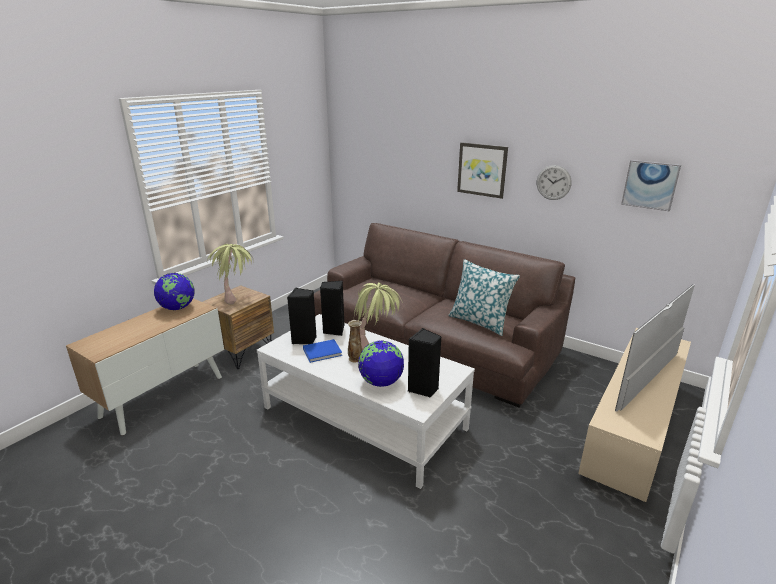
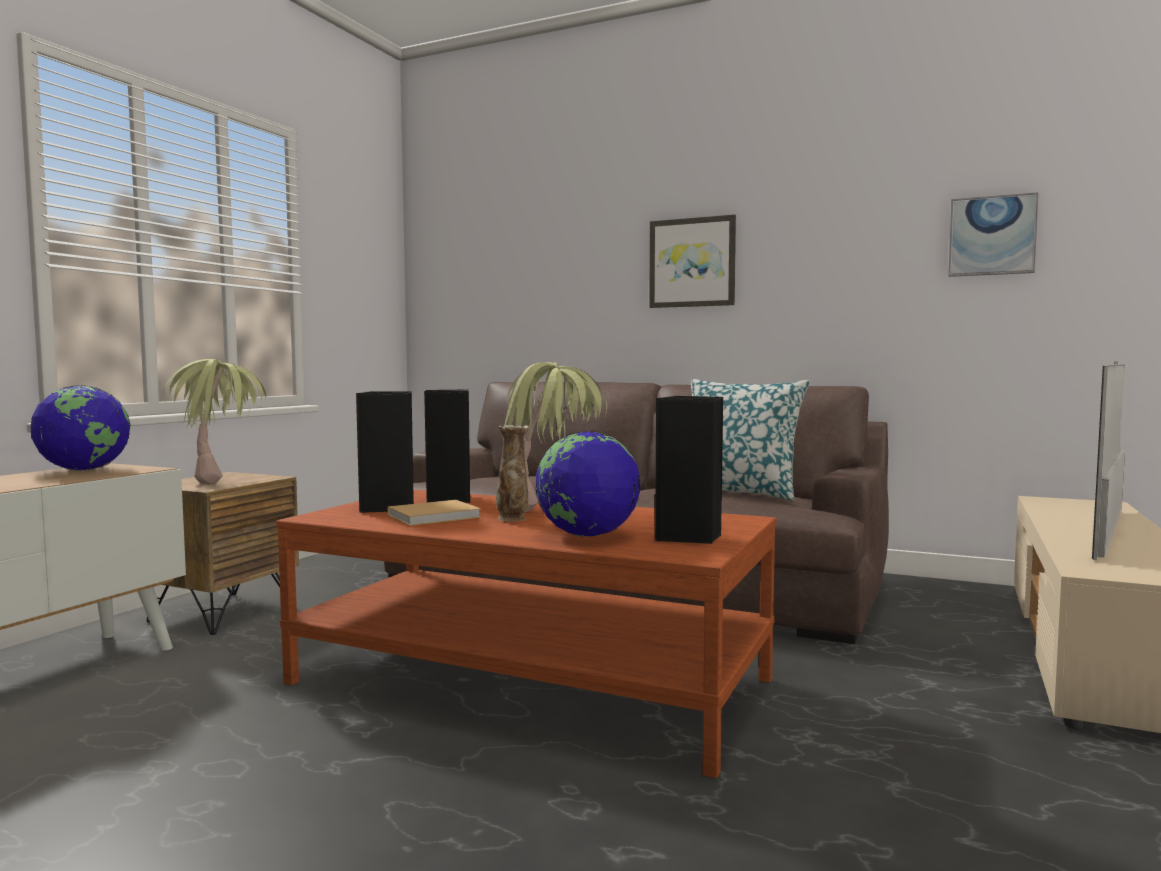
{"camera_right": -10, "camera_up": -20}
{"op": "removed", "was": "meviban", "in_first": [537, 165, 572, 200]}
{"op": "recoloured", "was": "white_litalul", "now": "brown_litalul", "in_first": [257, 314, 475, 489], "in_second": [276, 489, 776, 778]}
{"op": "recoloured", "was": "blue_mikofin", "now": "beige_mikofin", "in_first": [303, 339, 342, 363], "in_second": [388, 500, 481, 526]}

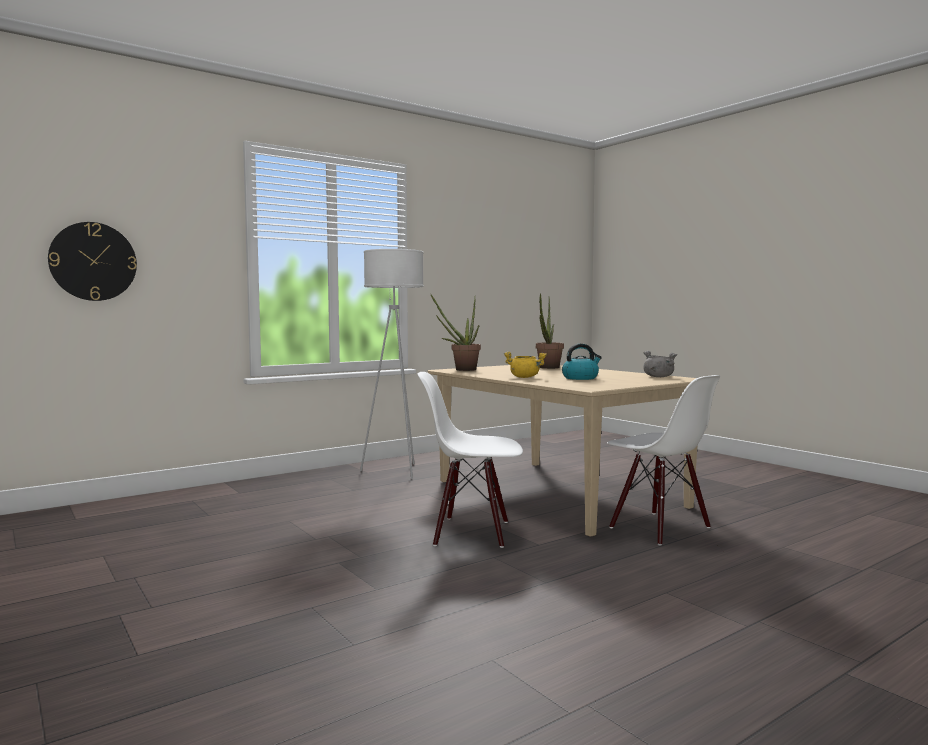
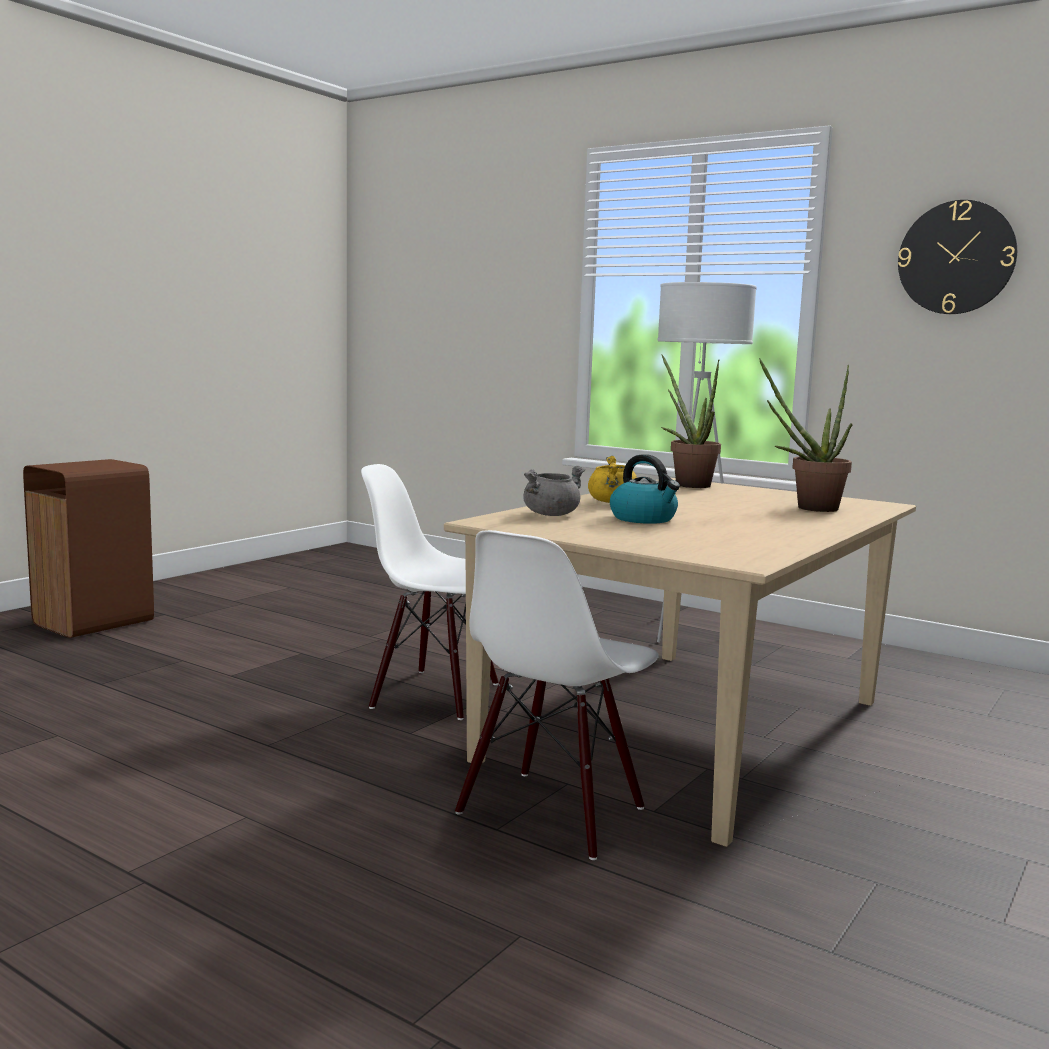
{"camera_right": 70, "camera_up": 5}
{"op": "moved", "was": "meviban", "in_first": [48, 222, 137, 301], "in_second": [898, 200, 1017, 314]}
{"op": "moved", "was": "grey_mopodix", "in_first": [643, 351, 678, 377], "in_second": [523, 466, 585, 516]}
{"op": "turned", "was": "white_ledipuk", "in_first": [417, 372, 523, 548], "in_second": [361, 464, 499, 720], "clockwise": -60}
{"op": "added", "now": "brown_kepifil", "in_second": [23, 459, 154, 638]}

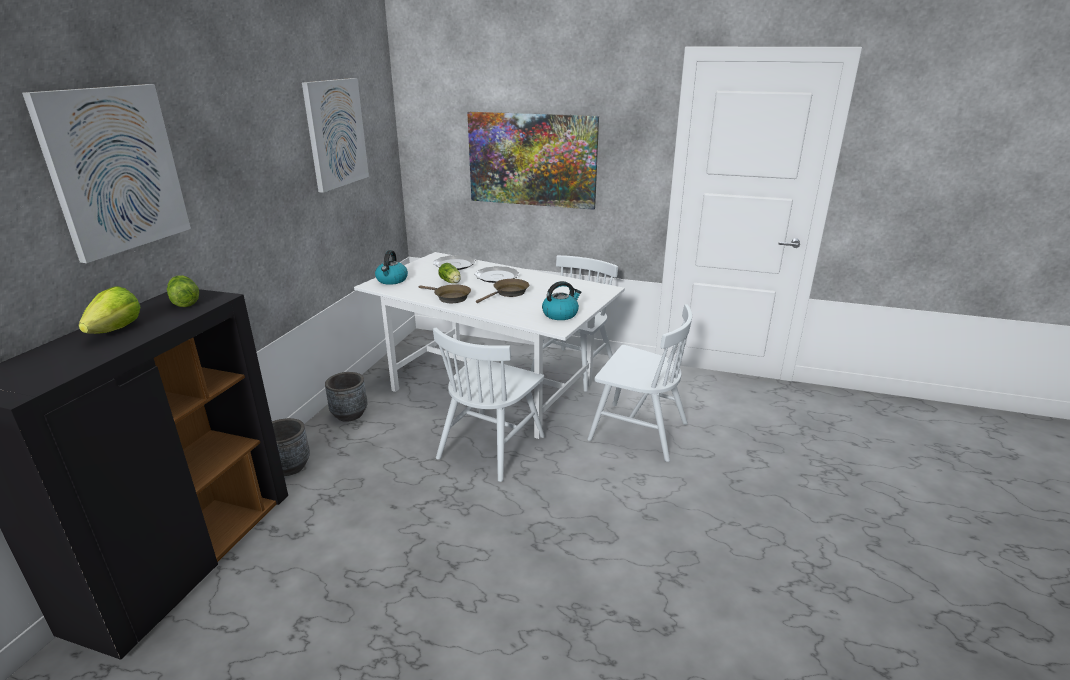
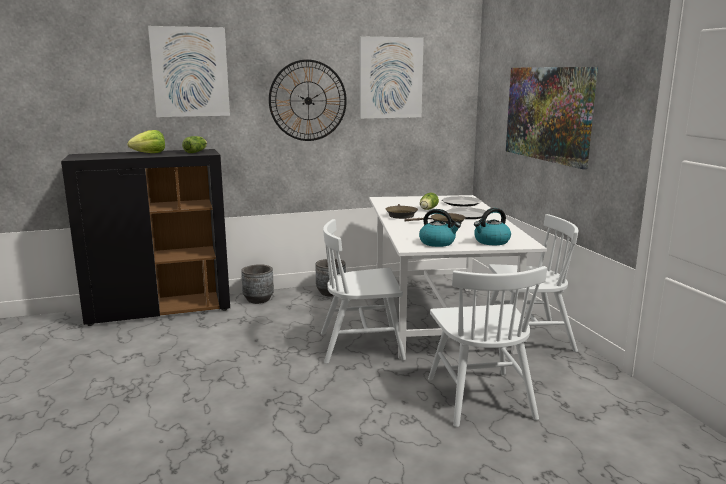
{"camera_right": 55, "camera_up": -10}
{"op": "moved", "was": "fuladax", "in_first": [375, 250, 408, 285], "in_second": [474, 208, 511, 245]}
{"op": "added", "now": "meviban", "in_second": [269, 59, 347, 141]}

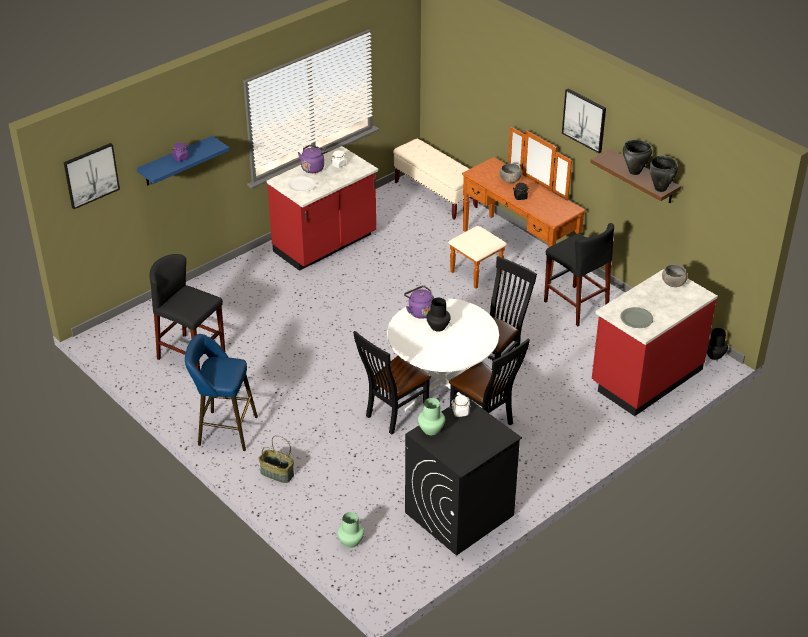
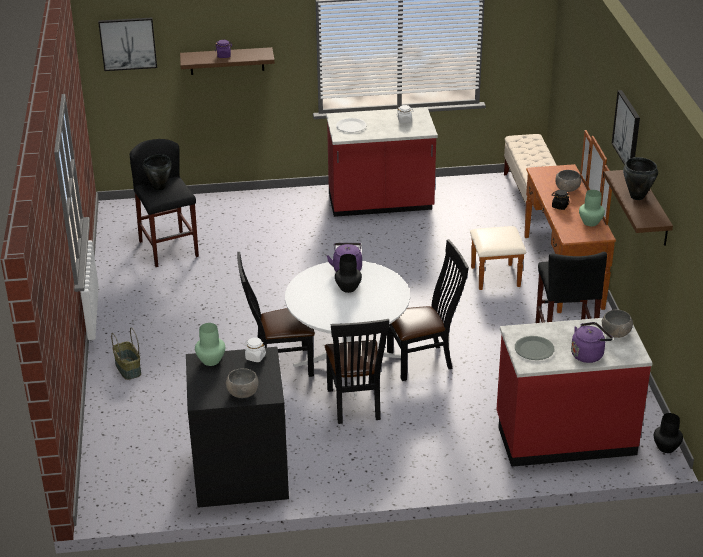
{"camera_right": 35, "camera_up": -5}
{"op": "recoloured", "was": "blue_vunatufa", "now": "brown_vunatufa", "in_first": [137, 136, 230, 186], "in_second": [180, 47, 275, 75]}
{"op": "moved", "was": "purple_fuladax", "in_first": [298, 145, 328, 173], "in_second": [571, 322, 613, 363]}
{"op": "moved", "was": "black_mopodix", "in_first": [649, 156, 678, 192], "in_second": [143, 154, 172, 191]}
{"op": "removed", "was": "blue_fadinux", "in_first": [185, 334, 258, 451]}
{"op": "moved", "was": "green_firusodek", "in_first": [338, 512, 364, 548], "in_second": [579, 190, 605, 226]}
{"op": "added", "now": "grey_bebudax", "in_second": [226, 368, 259, 398]}

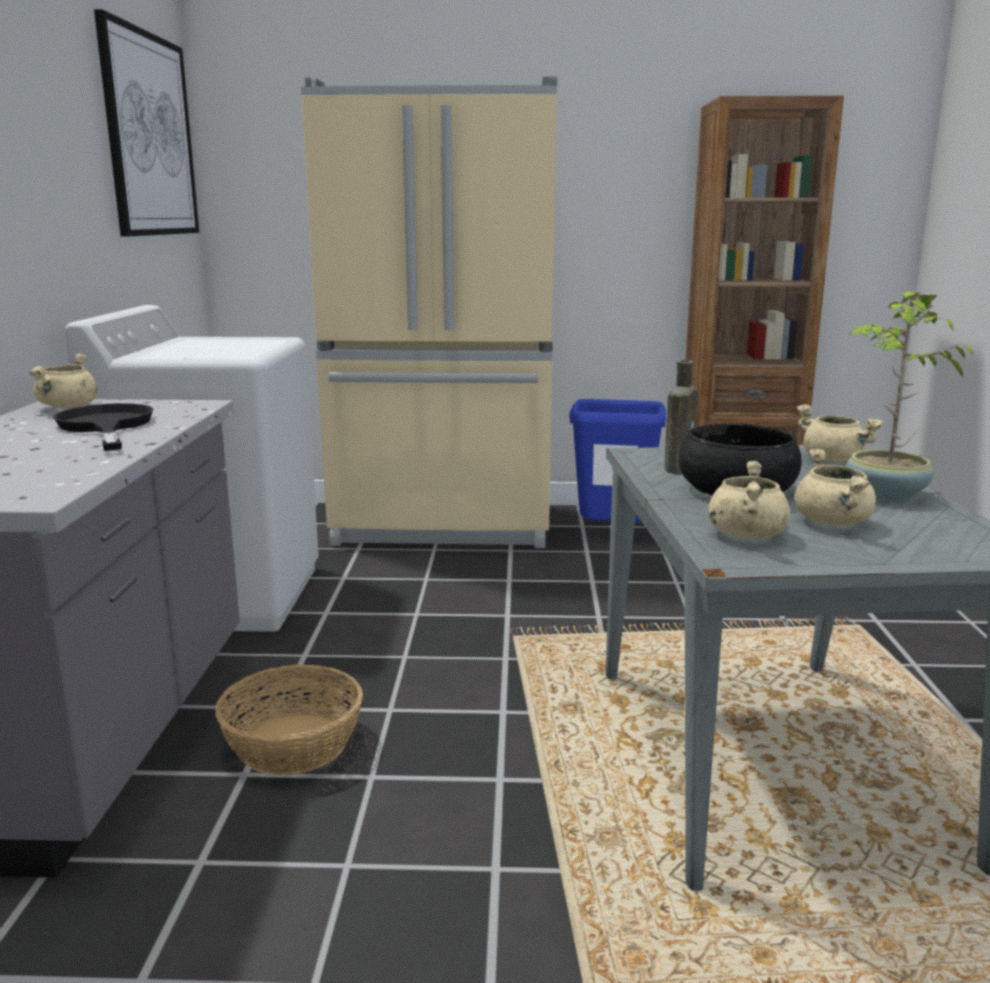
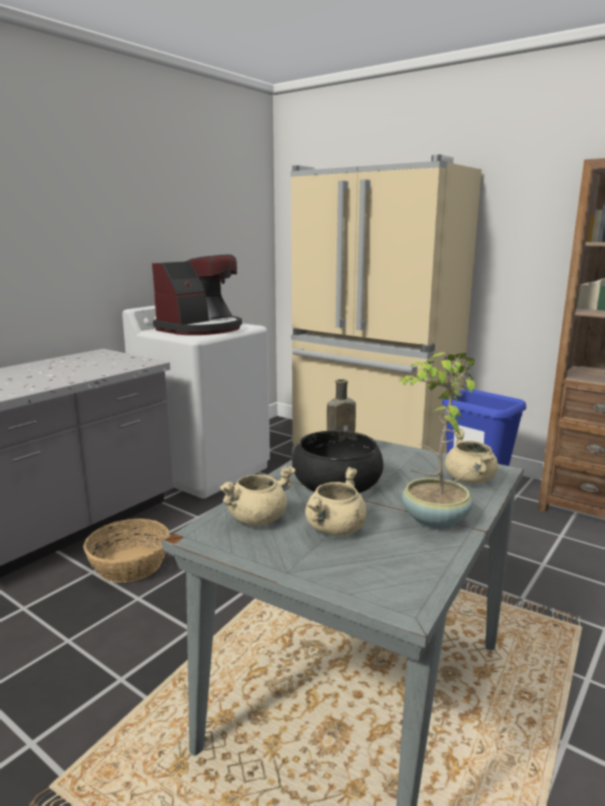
{"camera_right": 35, "camera_up": 0}
{"op": "removed", "was": "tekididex", "in_first": [94, 9, 199, 236]}
{"op": "removed", "was": "beige_mopodix", "in_first": [29, 353, 97, 409]}
{"op": "removed", "was": "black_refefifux", "in_first": [53, 403, 154, 451]}
{"op": "added", "now": "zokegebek", "in_second": [152, 255, 242, 335]}

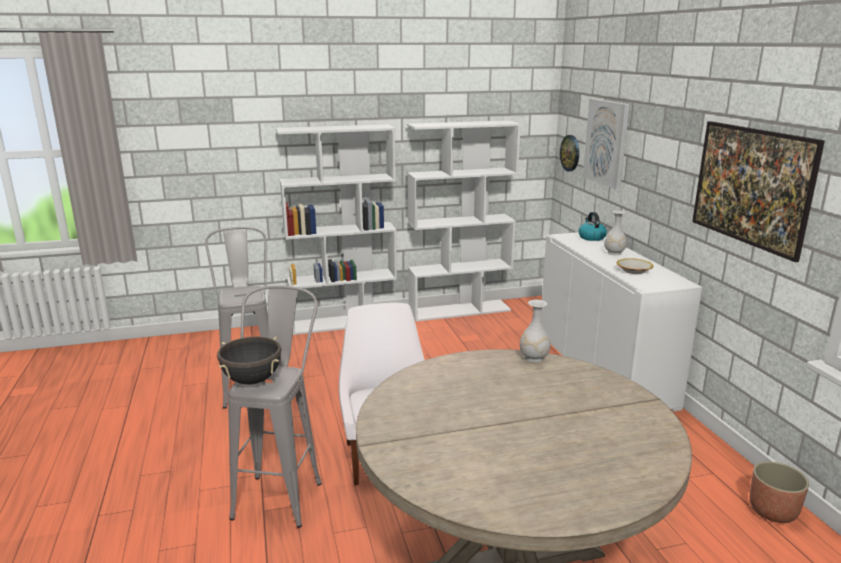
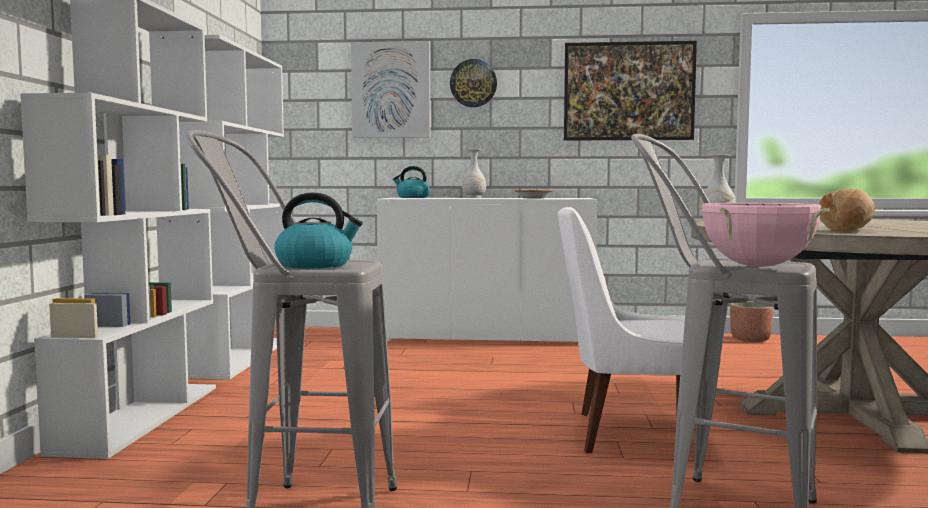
{"camera_right": -70, "camera_up": -15}
{"op": "moved", "was": "meviban", "in_first": [560, 135, 579, 171], "in_second": [450, 59, 497, 107]}
{"op": "recoloured", "was": "black_mopodix", "now": "pink_mopodix", "in_first": [217, 337, 281, 385], "in_second": [699, 203, 830, 267]}
{"op": "added", "now": "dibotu", "in_second": [819, 189, 875, 232]}
{"op": "added", "now": "fuladax", "in_second": [274, 192, 363, 268]}

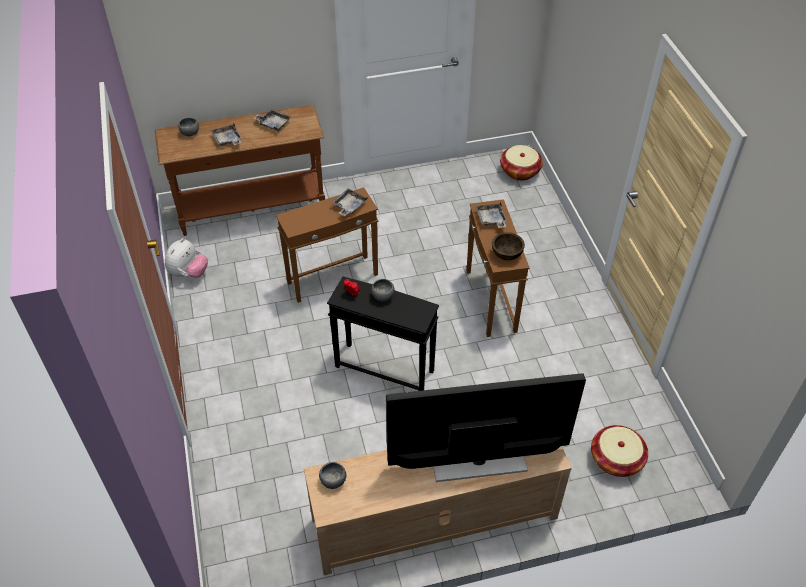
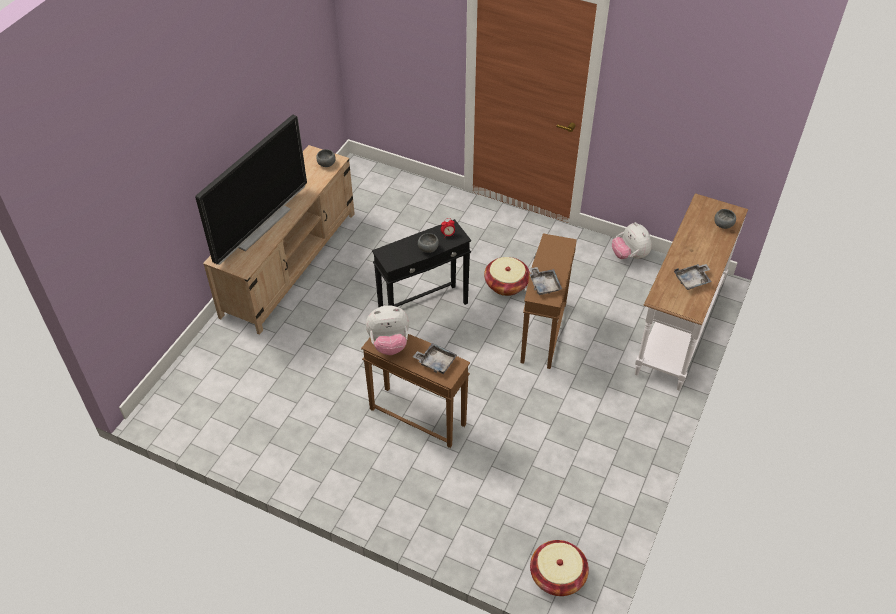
{"camera_right": 130, "camera_up": 0}
{"op": "recoloured", "was": "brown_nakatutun", "now": "white_nakatutun", "in_first": [155, 105, 325, 236], "in_second": [635, 193, 748, 391]}
{"op": "removed", "was": "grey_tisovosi", "in_first": [211, 123, 241, 146]}
{"op": "replaced", "was": "brown_bebudax", "now": "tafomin", "in_first": [492, 232, 525, 260], "in_second": [366, 305, 409, 355]}
{"op": "moved", "was": "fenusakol", "in_first": [591, 425, 648, 477], "in_second": [484, 257, 530, 296]}

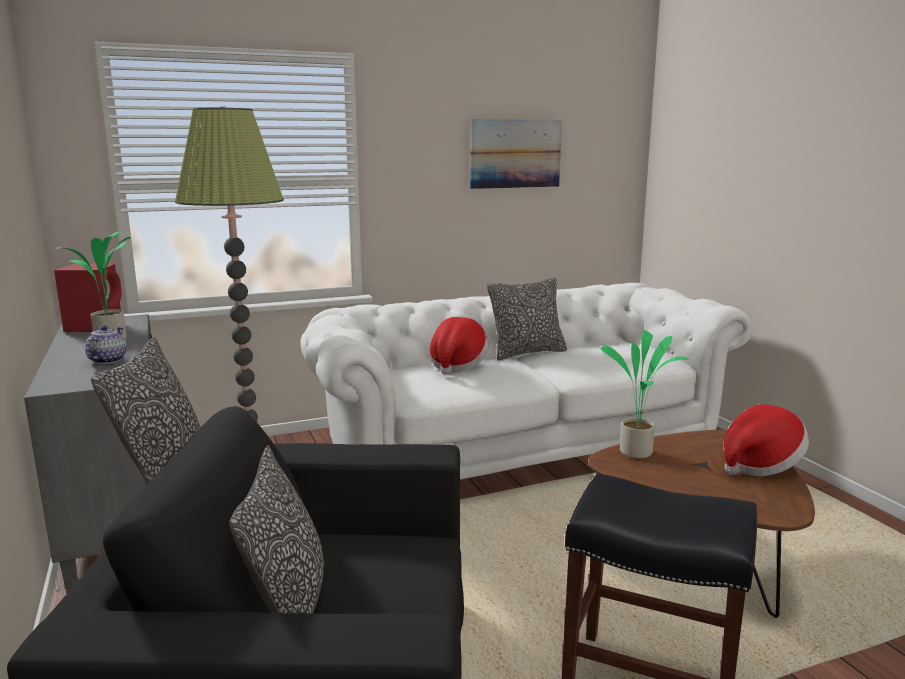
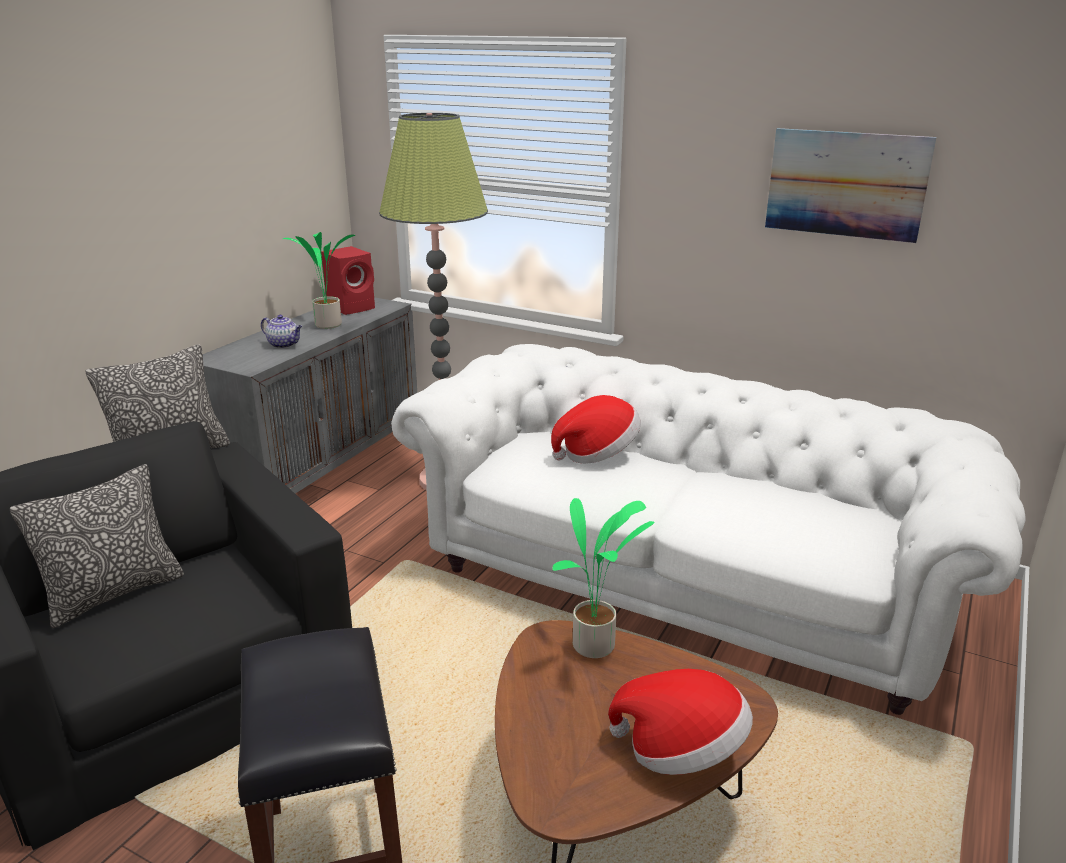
{"camera_right": 50, "camera_up": 10}
{"op": "removed", "was": "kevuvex", "in_first": [487, 278, 567, 360]}
{"op": "turned", "was": "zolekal", "in_first": [85, 325, 127, 364], "in_second": [261, 315, 302, 348], "clockwise": 60}

